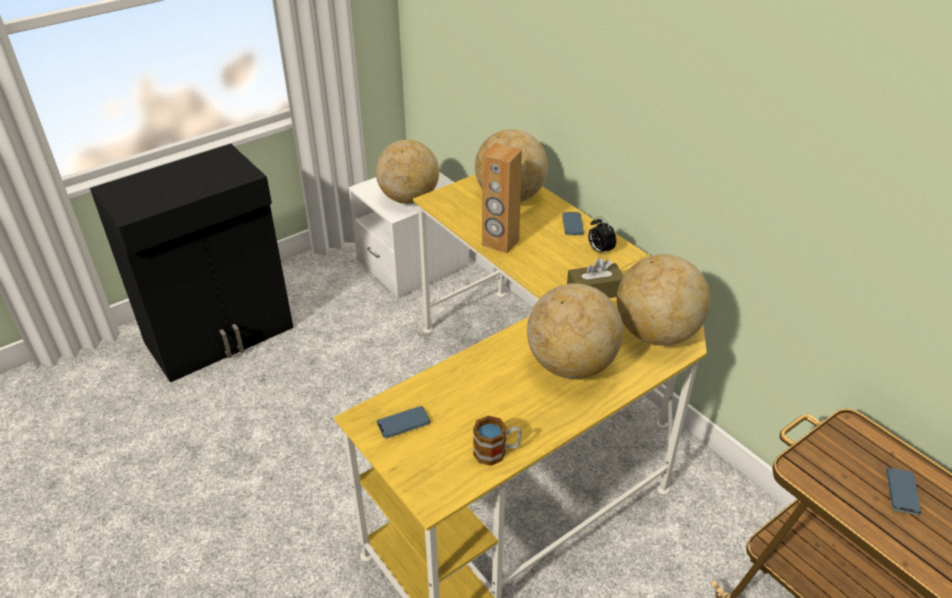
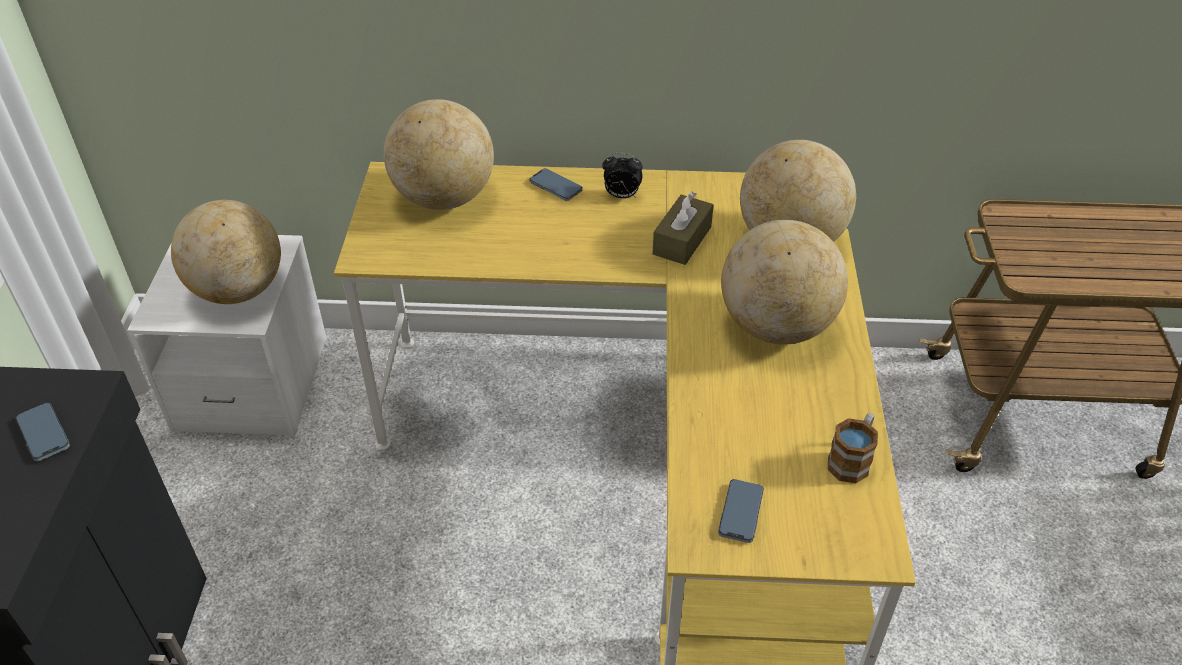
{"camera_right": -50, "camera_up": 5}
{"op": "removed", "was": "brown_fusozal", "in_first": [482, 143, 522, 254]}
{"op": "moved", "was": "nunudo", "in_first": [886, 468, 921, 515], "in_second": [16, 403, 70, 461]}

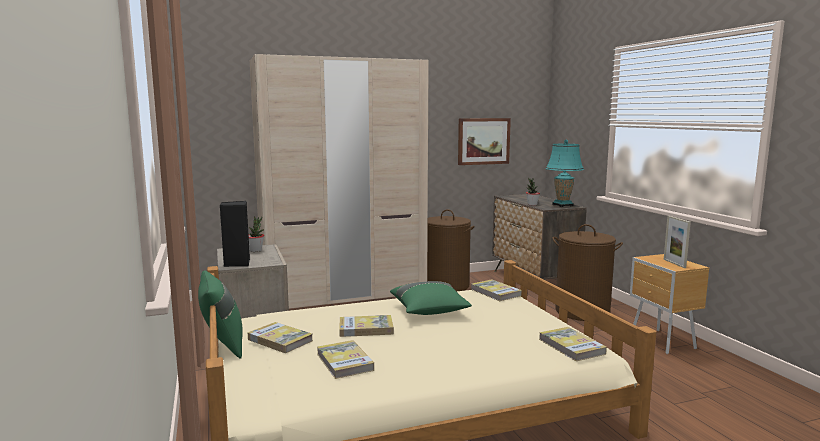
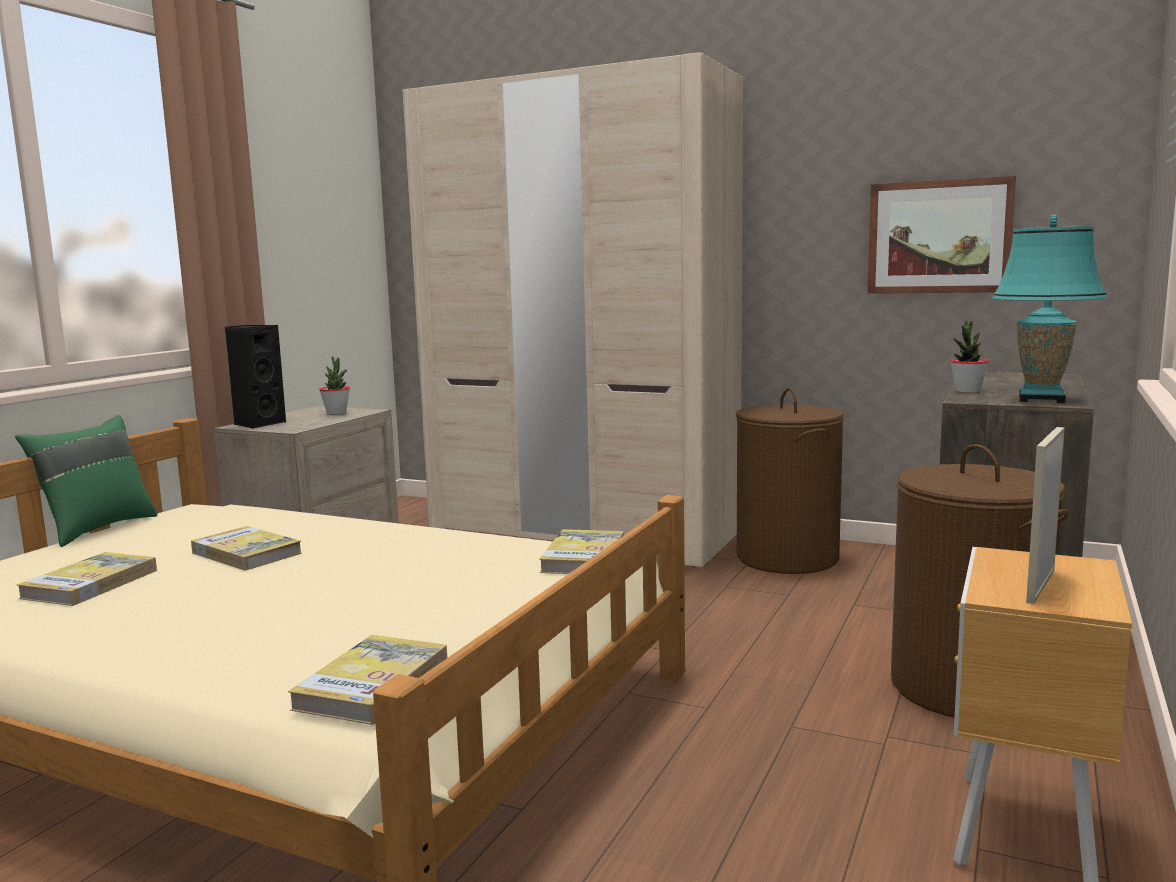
{"camera_right": 45, "camera_up": 0}
{"op": "removed", "was": "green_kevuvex", "in_first": [390, 281, 472, 315]}
{"op": "removed", "was": "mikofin", "in_first": [248, 322, 312, 353]}

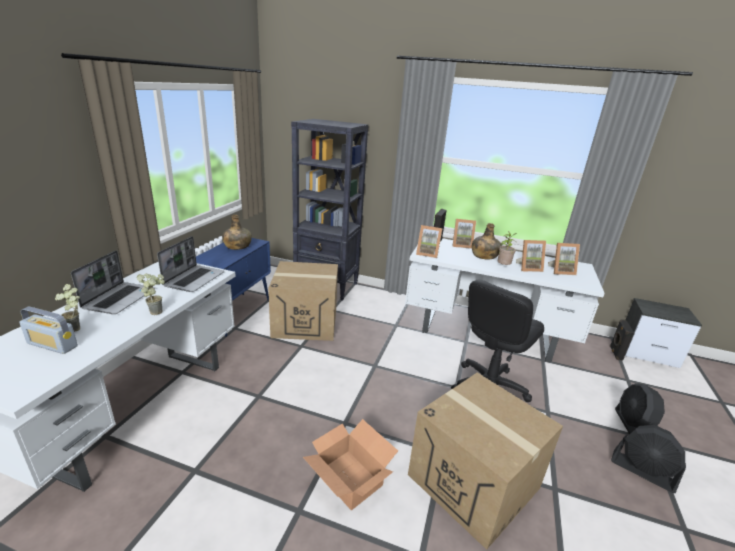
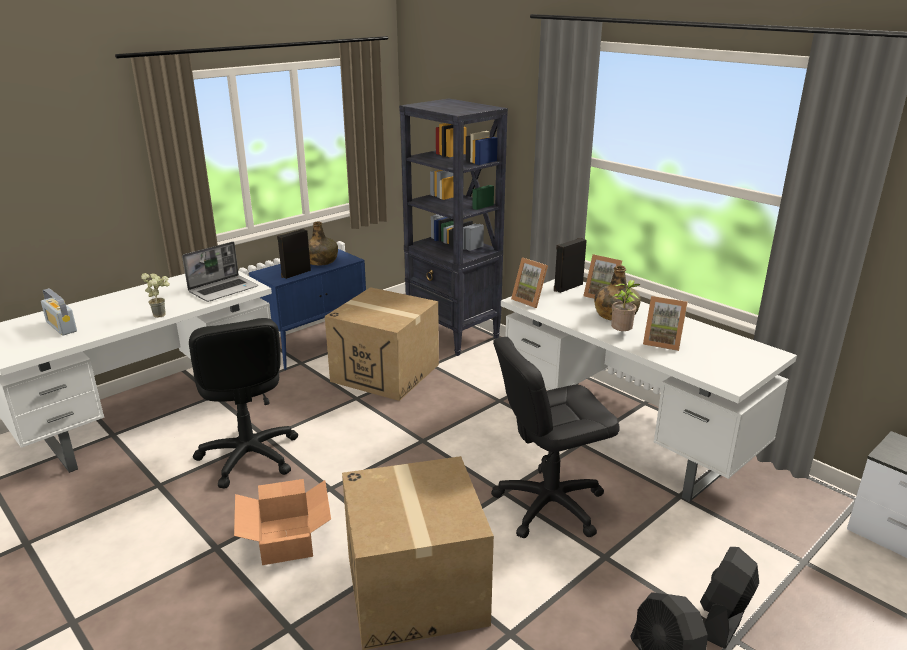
{"camera_right": 30, "camera_up": 0}
{"op": "removed", "was": "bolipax", "in_first": [548, 243, 580, 275]}
{"op": "removed", "was": "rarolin", "in_first": [71, 251, 155, 314]}
{"op": "removed", "was": "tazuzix", "in_first": [55, 284, 80, 332]}
{"op": "moved", "was": "black_fusozal", "in_first": [610, 320, 634, 361], "in_second": [277, 229, 311, 279]}
{"op": "added", "now": "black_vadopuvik", "in_second": [189, 318, 298, 489]}

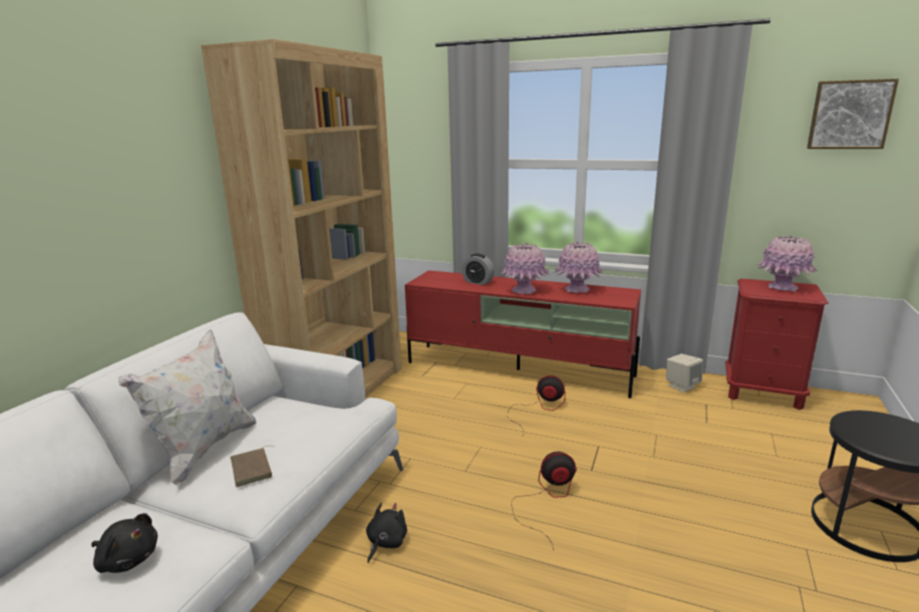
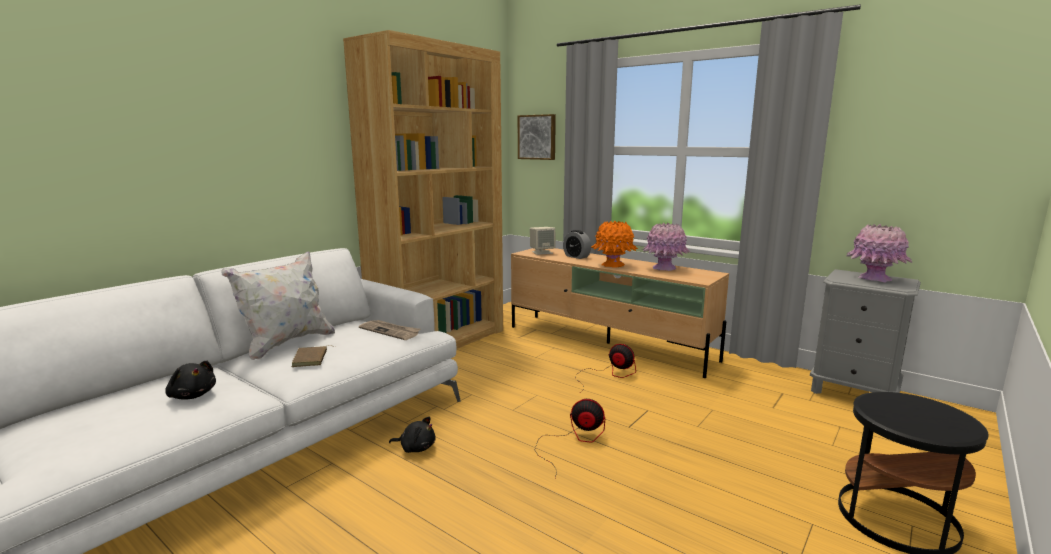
{"camera_right": 15, "camera_up": -5}
{"op": "moved", "was": "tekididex", "in_first": [807, 79, 899, 149], "in_second": [518, 114, 556, 160]}
{"op": "recoloured", "was": "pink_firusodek", "now": "orange_firusodek", "in_first": [501, 243, 549, 294], "in_second": [591, 221, 638, 268]}
{"op": "recoloured", "was": "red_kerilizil", "now": "beige_kerilizil", "in_first": [405, 270, 641, 398], "in_second": [511, 248, 729, 378]}
{"op": "recoloured", "was": "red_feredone", "now": "grey_feredone", "in_first": [725, 278, 828, 410], "in_second": [810, 269, 921, 394]}
{"op": "moved", "was": "beige_fusozal", "in_first": [666, 354, 703, 393], "in_second": [530, 227, 556, 255]}
{"op": "turned", "was": "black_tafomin", "in_first": [366, 503, 407, 563], "in_second": [389, 417, 436, 453], "clockwise": 60}
{"op": "added", "now": "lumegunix", "in_second": [359, 320, 421, 340]}

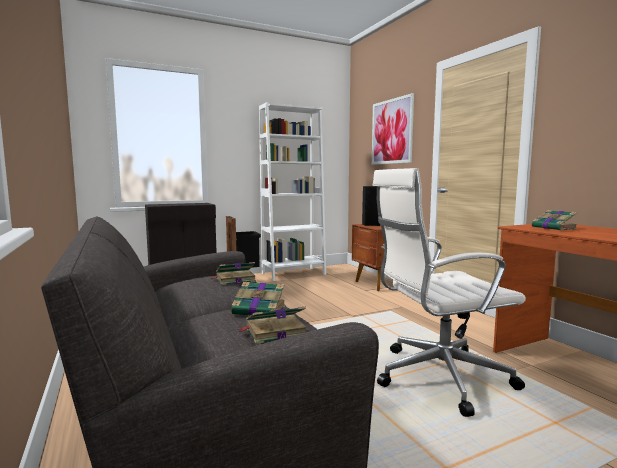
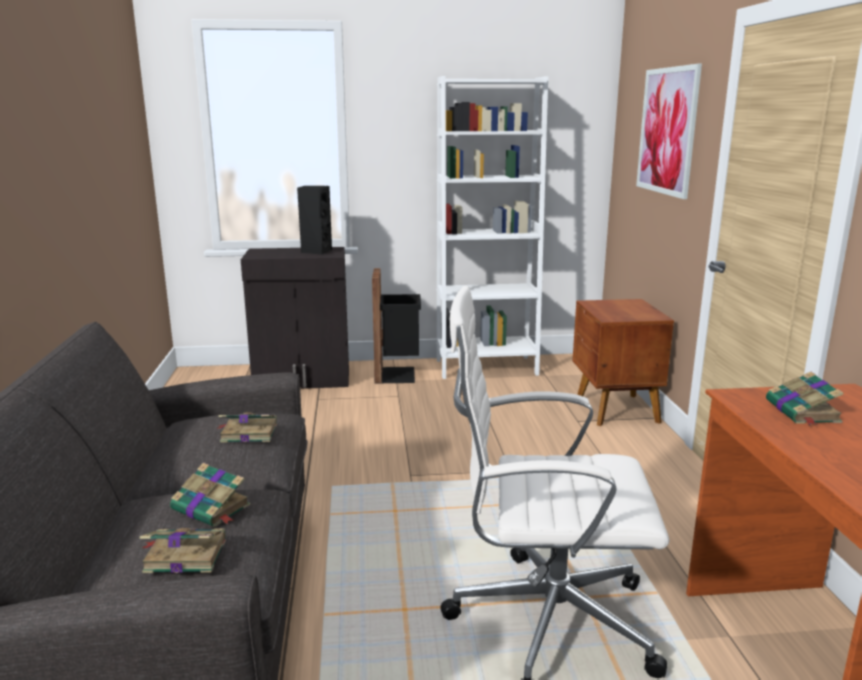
{"camera_right": 20, "camera_up": 10}
{"op": "moved", "was": "black_fusozal", "in_first": [362, 186, 380, 226], "in_second": [297, 186, 332, 255]}

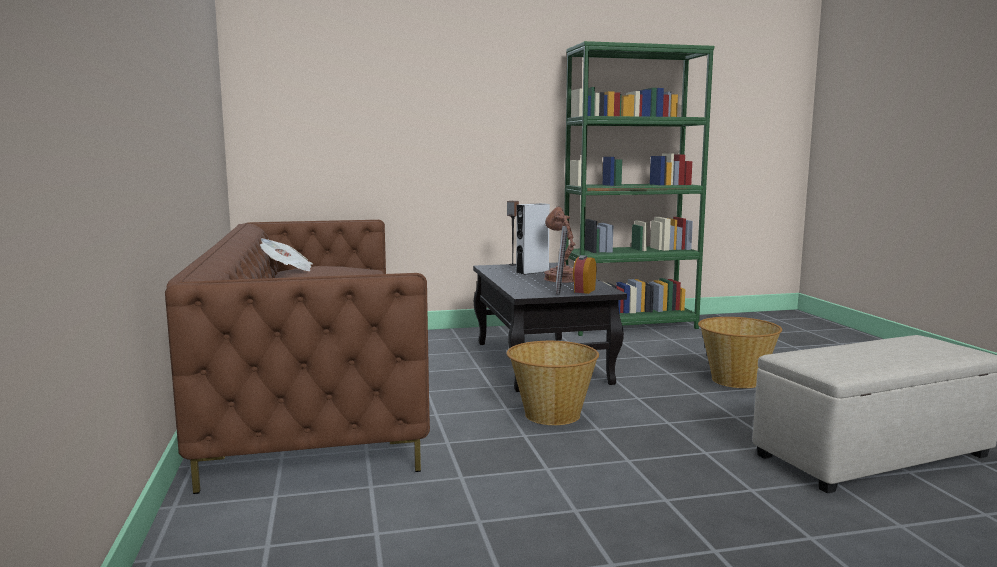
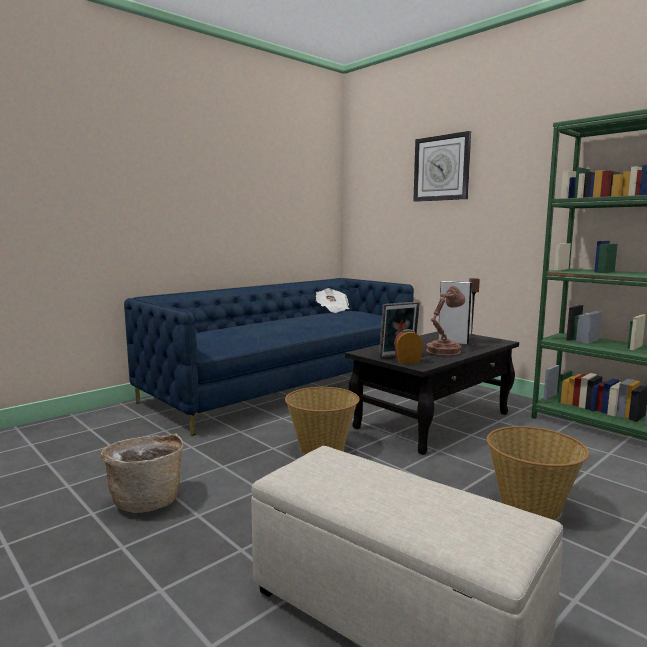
{"camera_right": 60, "camera_up": 0}
{"op": "recoloured", "was": "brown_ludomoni", "now": "blue_ludomoni", "in_first": [165, 220, 430, 494], "in_second": [124, 278, 414, 436]}
{"op": "added", "now": "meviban", "in_second": [413, 131, 471, 202]}
{"op": "added", "now": "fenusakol", "in_second": [101, 433, 184, 513]}

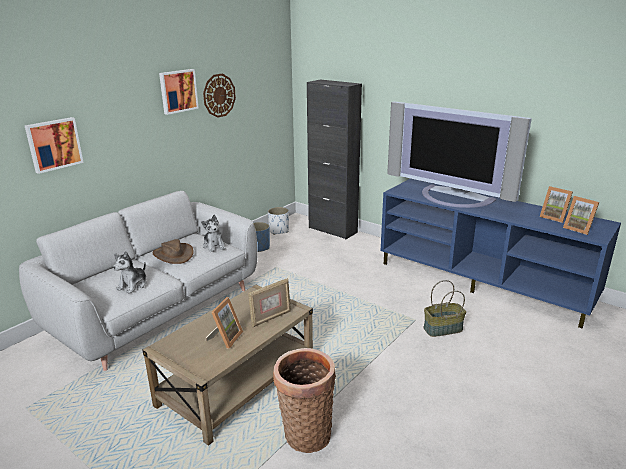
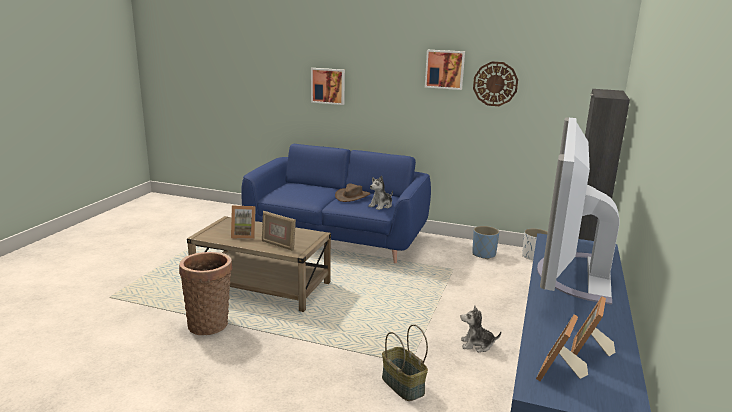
{"camera_right": 70, "camera_up": -5}
{"op": "recoloured", "was": "grey_ludomoni", "now": "blue_ludomoni", "in_first": [19, 191, 258, 371], "in_second": [241, 144, 431, 263]}
{"op": "moved", "was": "tafomin", "in_first": [113, 251, 147, 294], "in_second": [461, 306, 501, 352]}

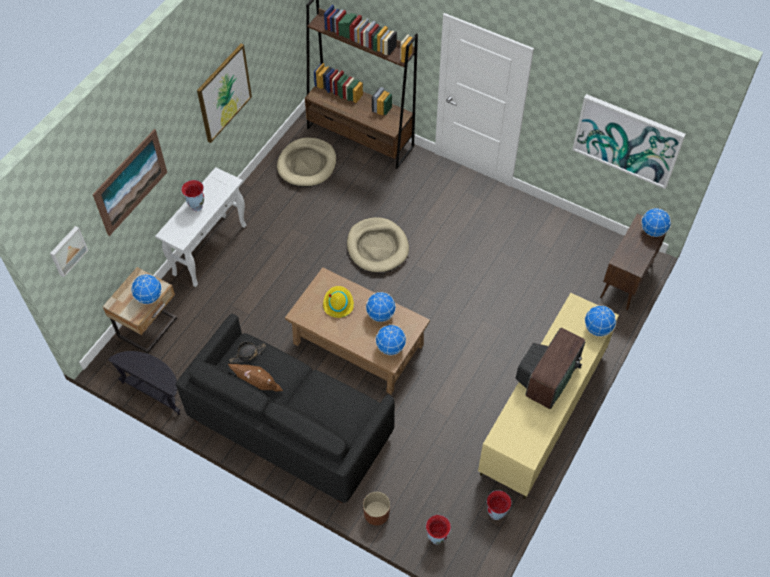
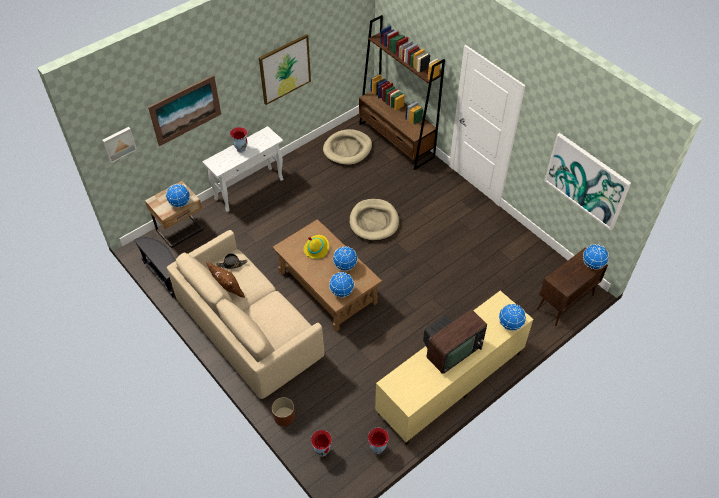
{"camera_right": 20, "camera_up": -5}
{"op": "recoloured", "was": "black_ludomoni", "now": "beige_ludomoni", "in_first": [176, 313, 395, 503], "in_second": [167, 230, 324, 400]}

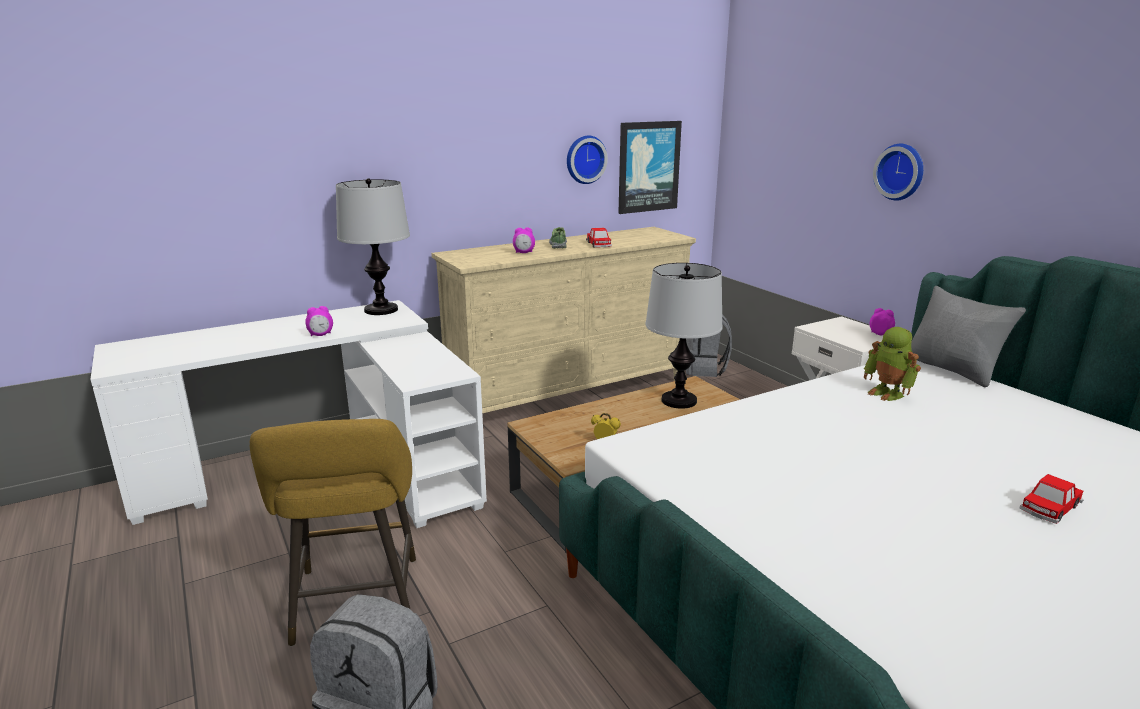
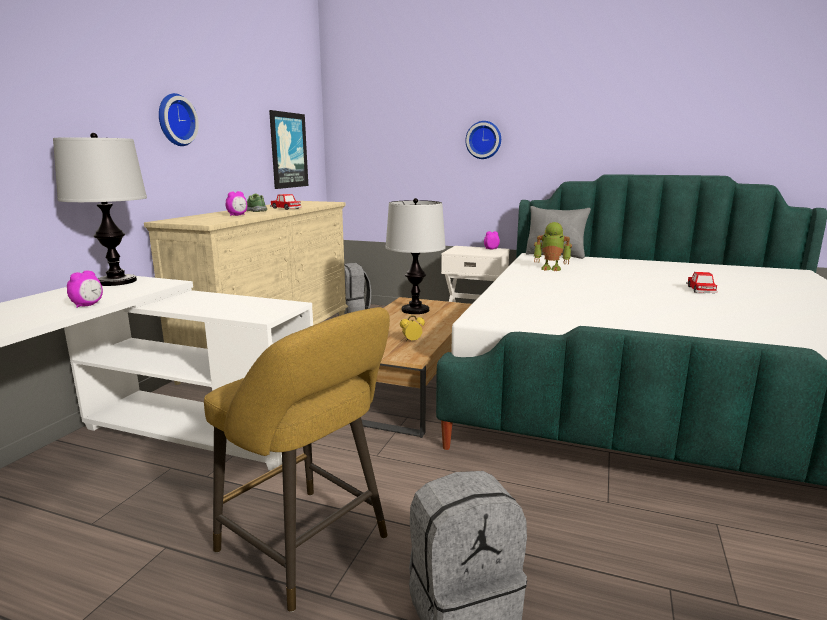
{"camera_right": -40, "camera_up": -5}
{"op": "moved", "was": "meviban", "in_first": [567, 136, 608, 184], "in_second": [159, 93, 199, 146]}

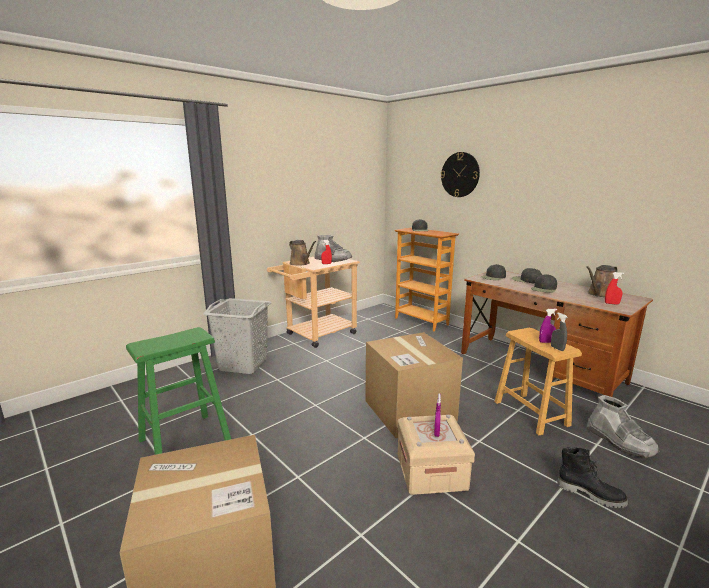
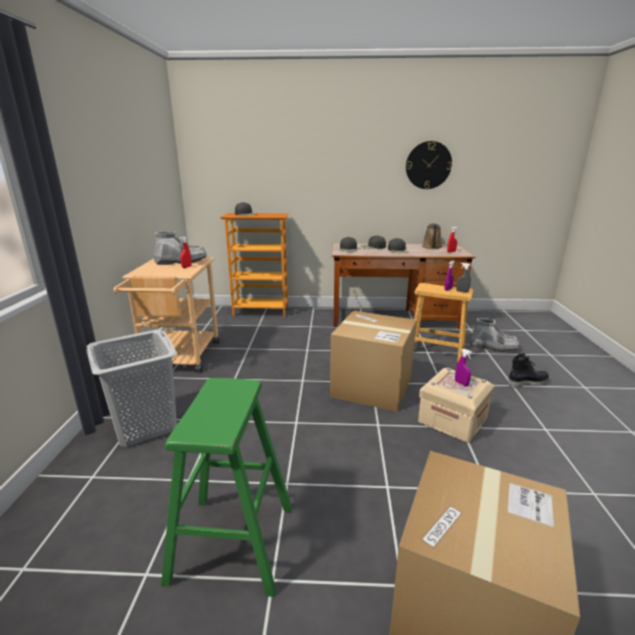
{"camera_right": -45, "camera_up": 5}
{"op": "moved", "was": "meviban", "in_first": [441, 152, 480, 197], "in_second": [406, 141, 452, 189]}
{"op": "removed", "was": "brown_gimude", "in_first": [289, 240, 316, 266]}

